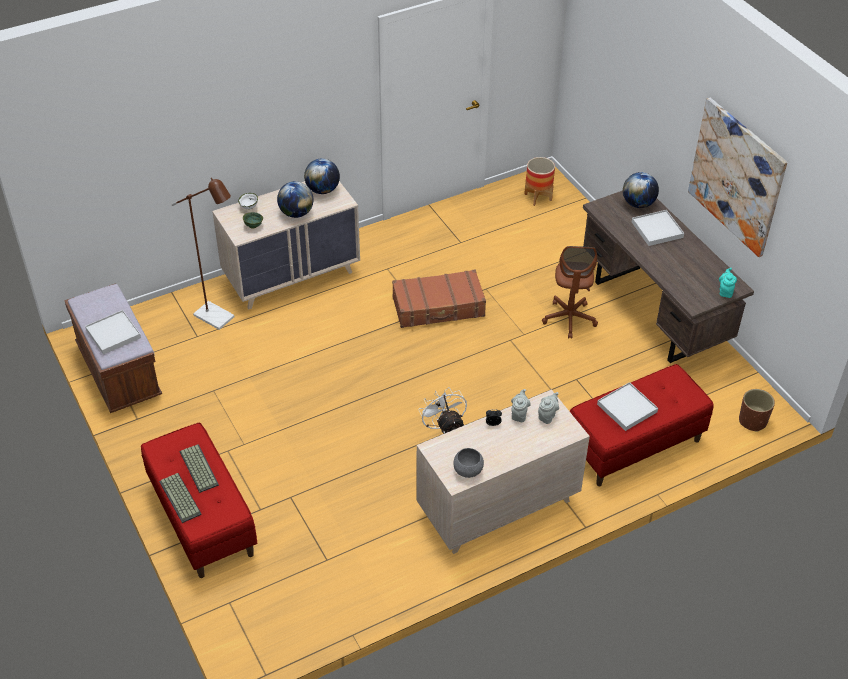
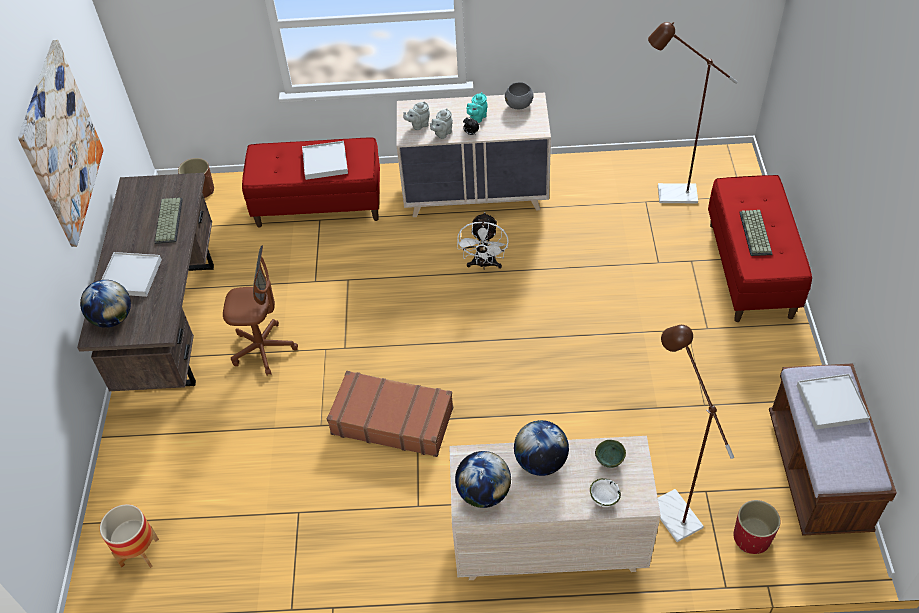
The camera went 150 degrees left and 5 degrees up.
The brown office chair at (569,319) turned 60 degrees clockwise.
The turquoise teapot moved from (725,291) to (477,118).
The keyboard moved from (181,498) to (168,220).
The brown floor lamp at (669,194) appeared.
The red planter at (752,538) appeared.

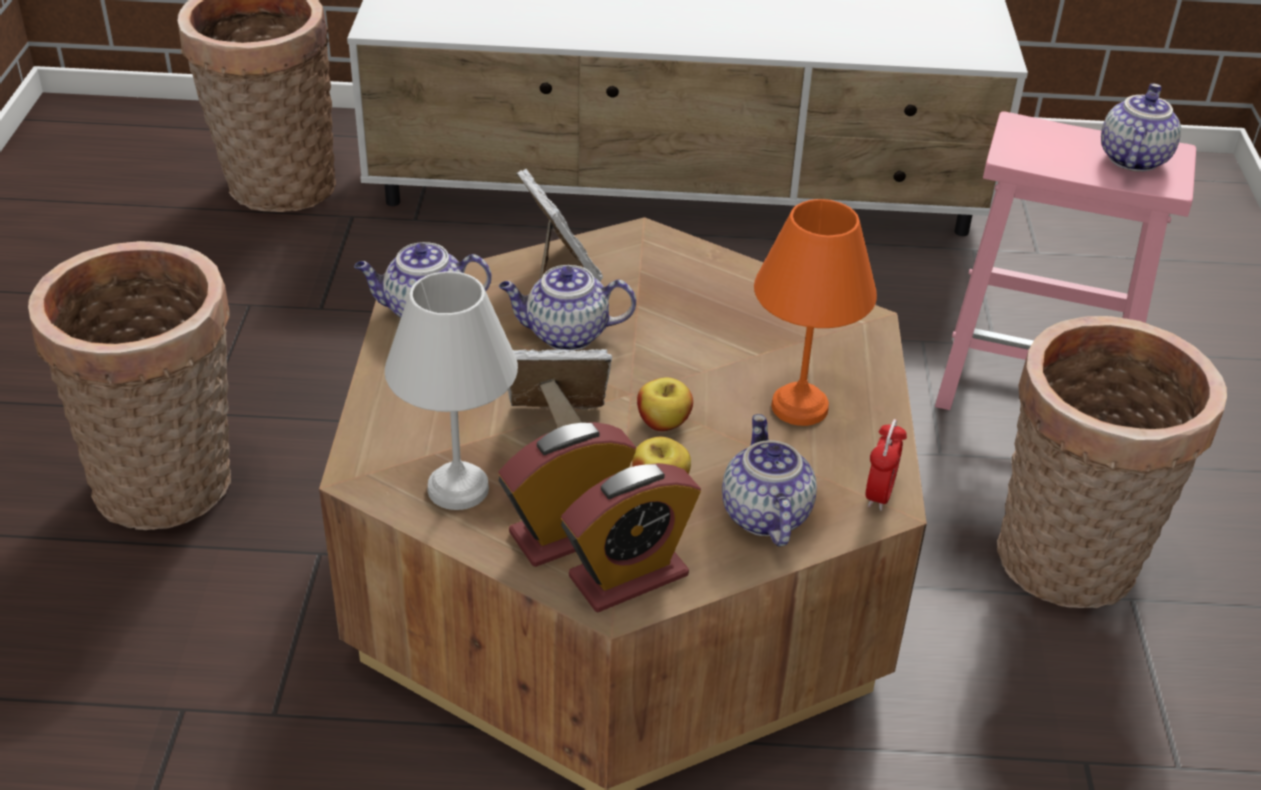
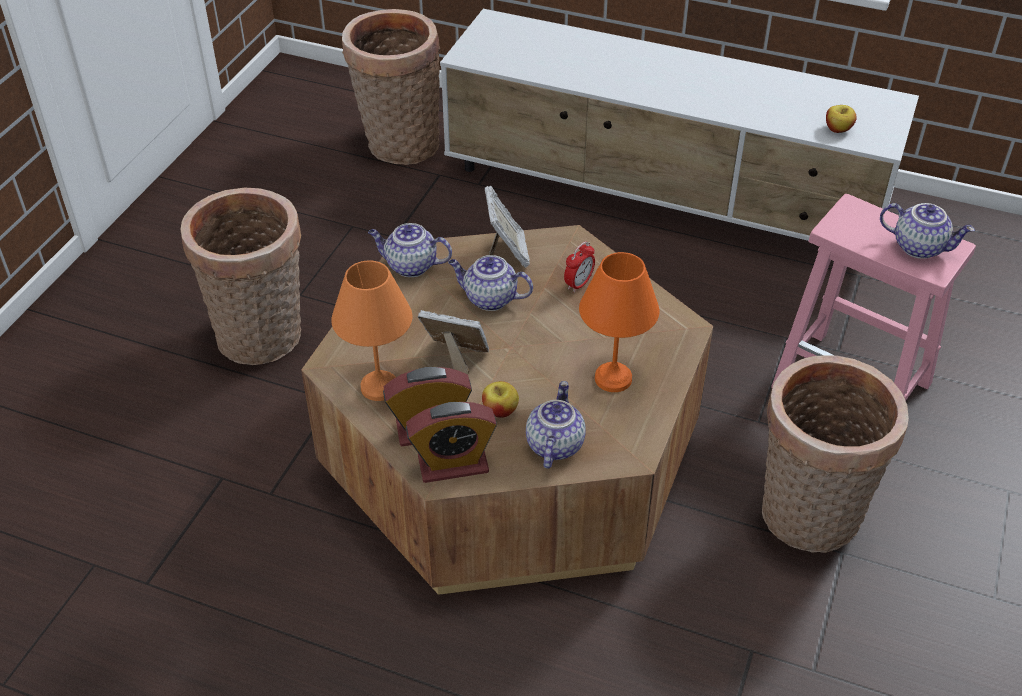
The camera went 20 degrees right and 5 degrees up.
The teapot at (1131,158) turned 75 degrees clockwise.
The white table lamp at (461,488) became the orange table lamp at (381,387).
The apple moved from (663,422) to (838,129).
The alarm clock moved from (879,494) to (578,284).

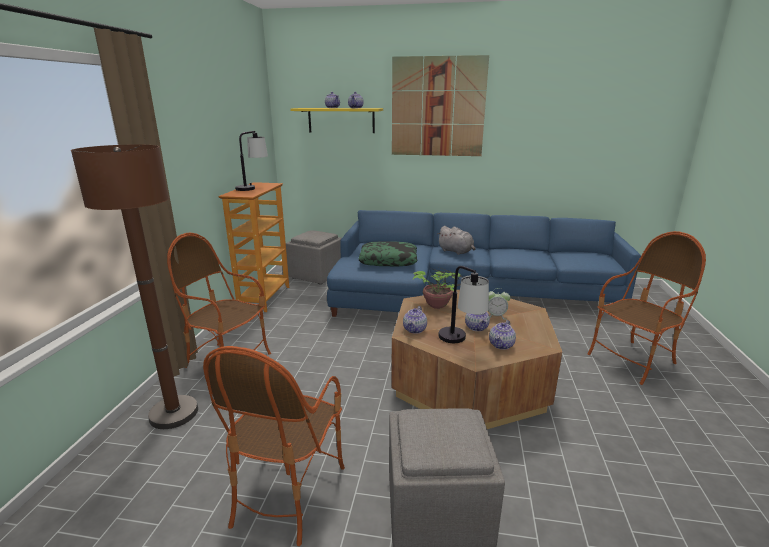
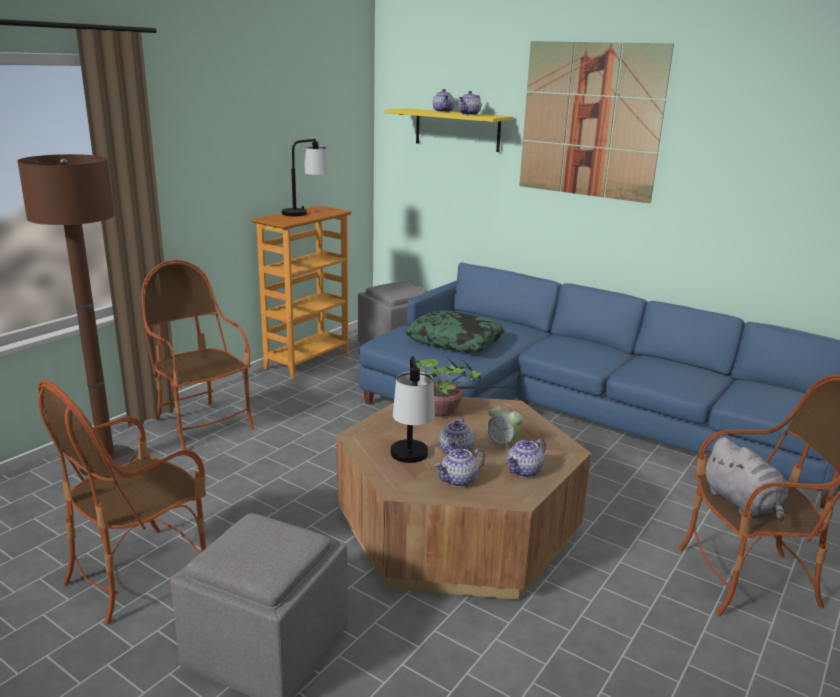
The camera went 25 degrees right and 0 degrees up.
The grey plush toy moved from (456,251) to (743,504).
The teapot moved from (415,329) to (524,471).

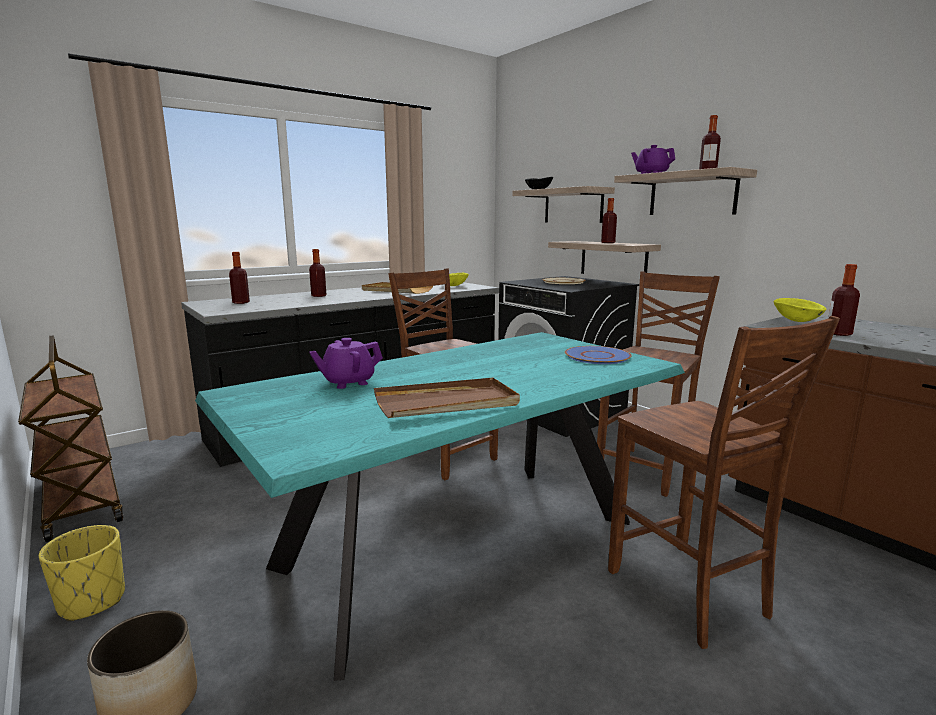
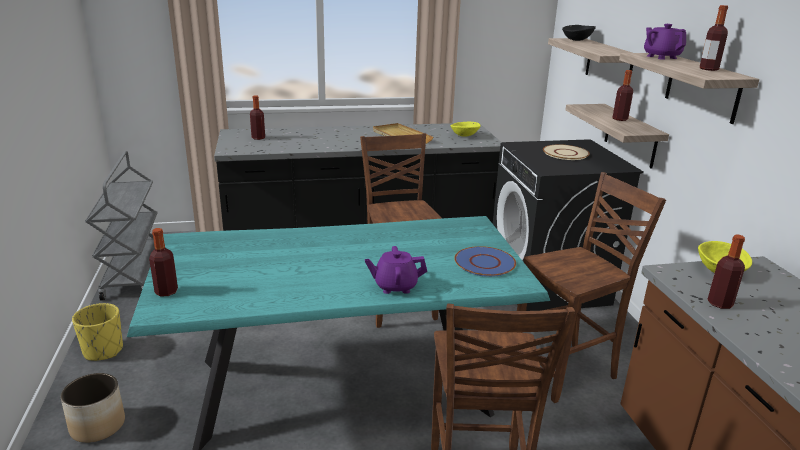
The camera went 25 degrees right and 10 degrees up.
The bottle moved from (318,296) to (166,292).
The brown cart at (80,500) became the grey cart at (133,273).
The purple teapot moved from (348,382) to (395,286).
The brown tray at (447,403) disappeared.

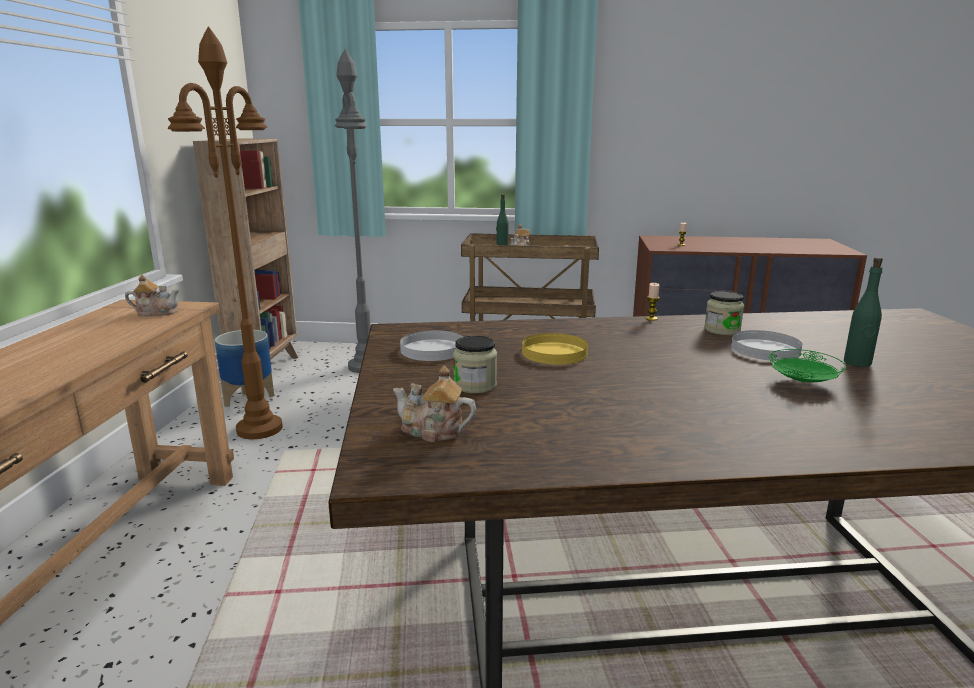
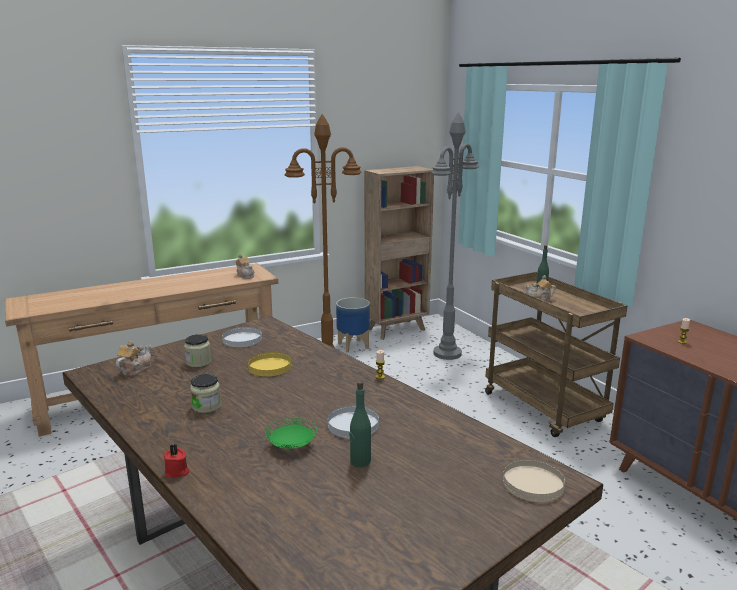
The camera went 55 degrees right and 0 degrees up.
The jar moved from (722,330) to (206,406).
The teapot at (433,431) turned 45 degrees clockwise.
The red candle at (177,472) appeared.
The beige plate at (532,483) appeared.

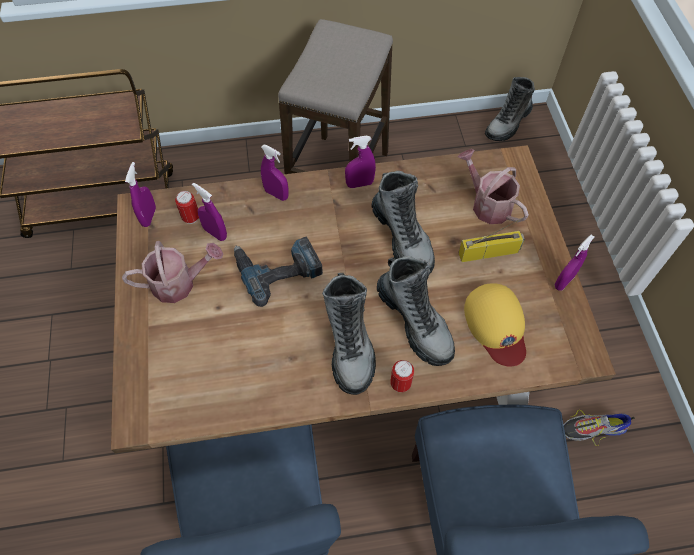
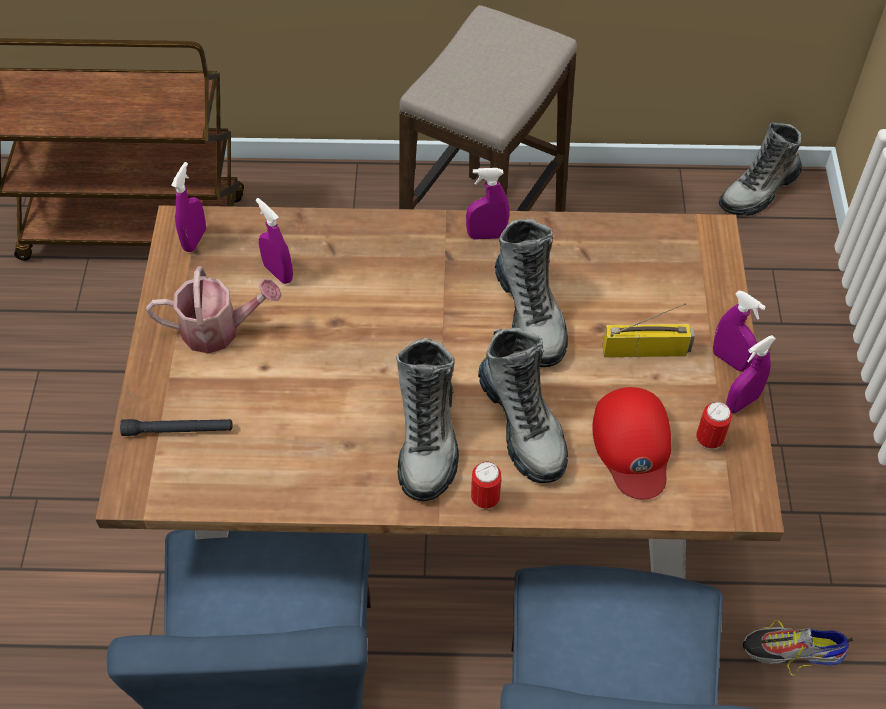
The camera went 10 degrees right and 5 degrees down.
The purple spray bottle moved from (276,194) to (729,360).
The watering can at (487,204) disappeared.
The can moved from (191,217) to (709,439).
The power drill at (277,268) disappeared.
The yellow cap at (496,325) became the red cap at (633,445).
The black flashlight at (178,430) appeared.

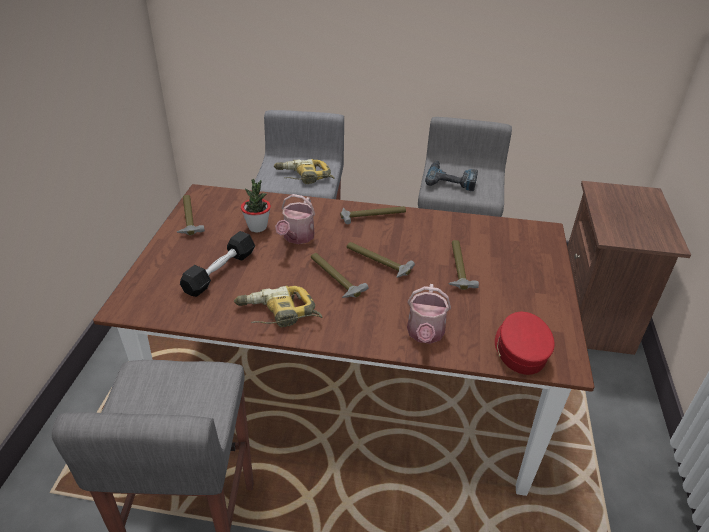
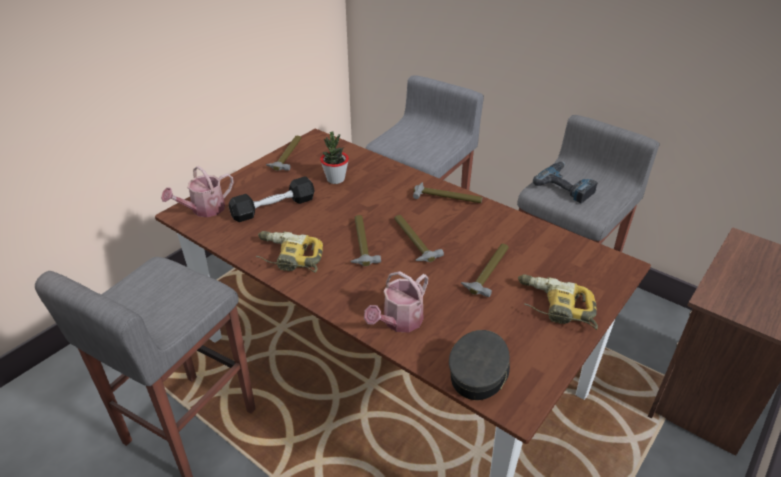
The camera went 30 degrees right and 0 degrees up.
The power drill moved from (303,177) to (554,307).
The watering can moved from (297,237) to (204,210).
The red cap at (519,350) became the grey cap at (479,372).

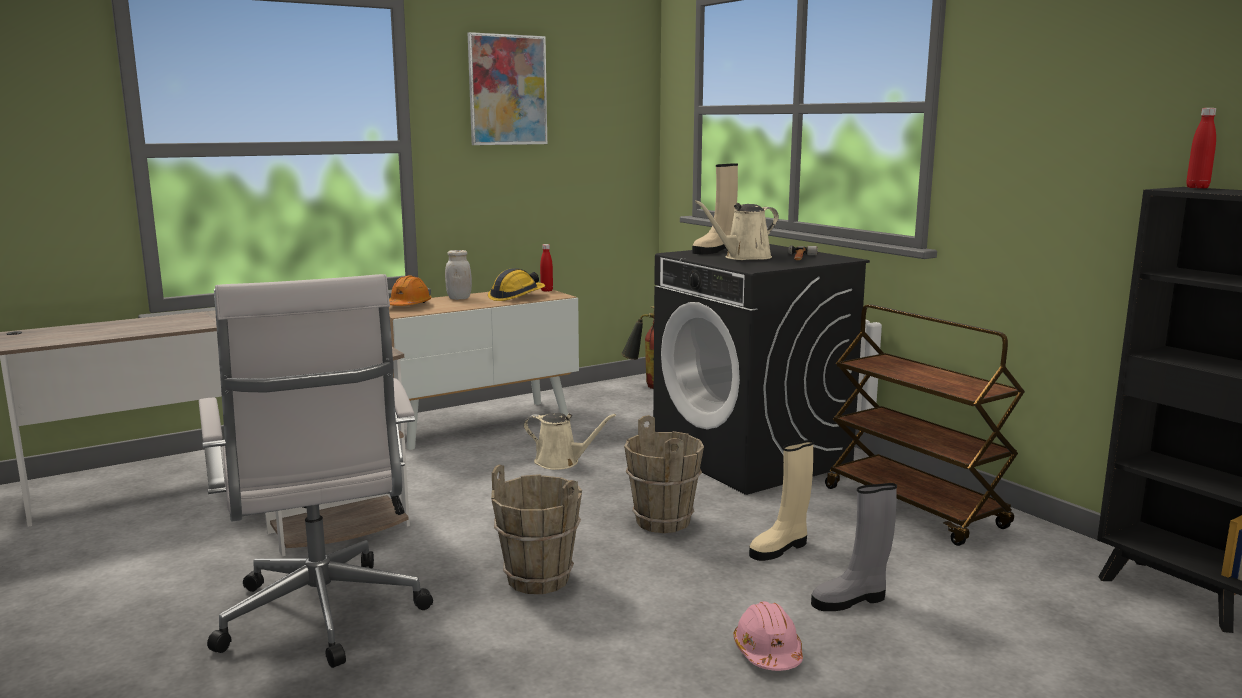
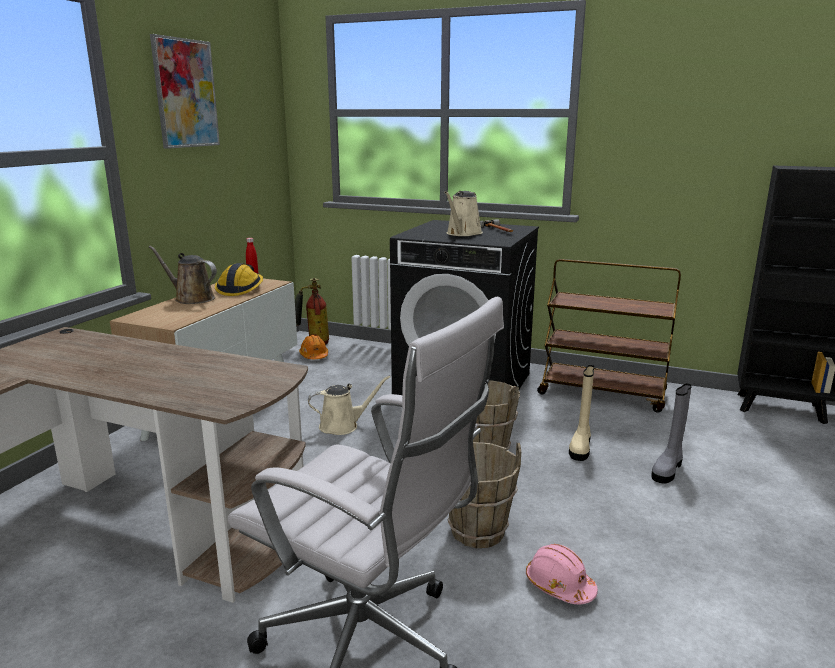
The camera went 35 degrees left and 5 degrees up.
The red bottle at (1197,187) disappeared.
The beige boot at (715,251) disappeared.
The white jar at (459,298) was replaced by the brown watering can at (191,298).
The orange hard hat moved from (409,305) to (314,356).
The pink hard hat moved from (767,652) to (559,585).

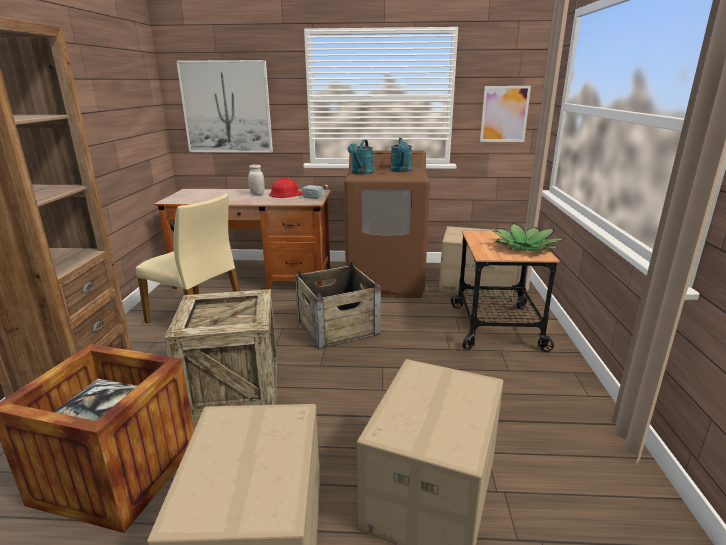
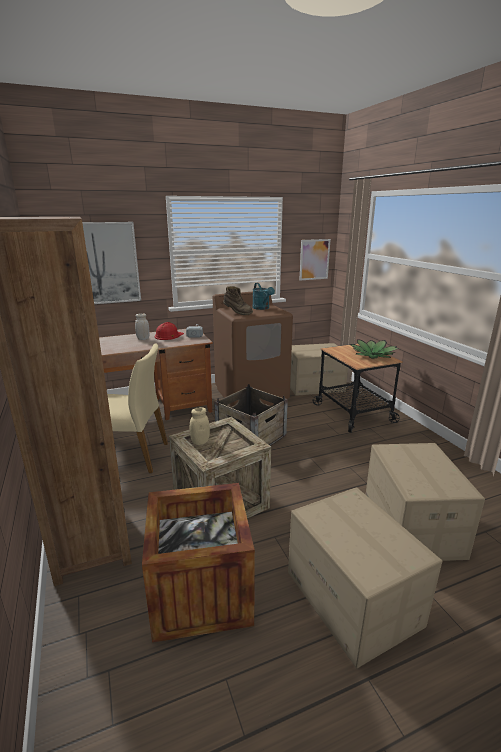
The camera went 25 degrees left and 0 degrees up.
The turquoise watering can at (361,173) was replaced by the brown boot at (237,313).
The beige jar at (200,442) appeared.

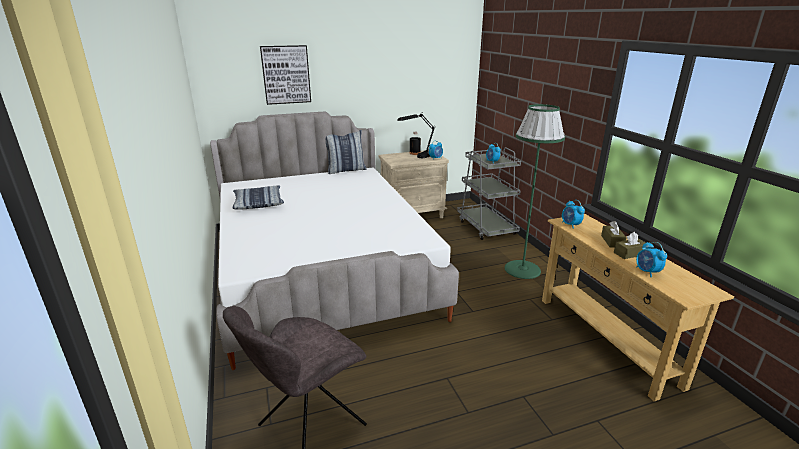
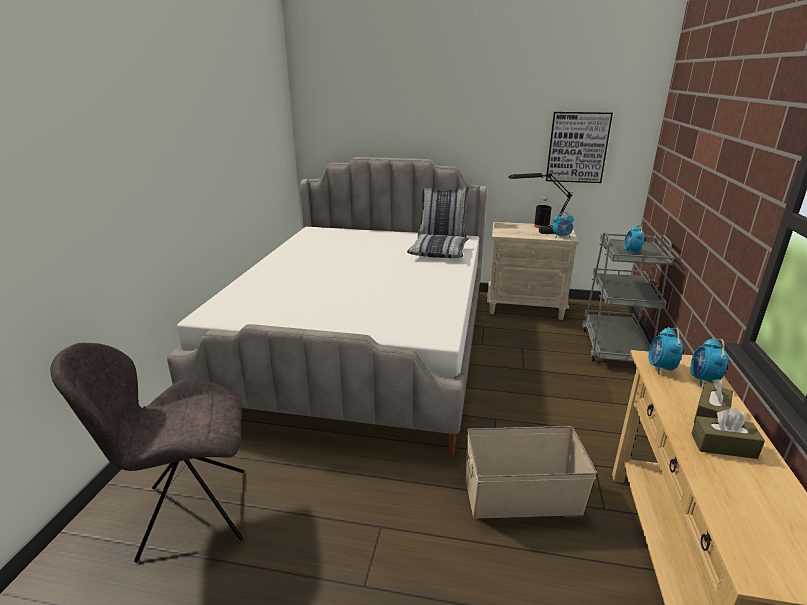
The camera went 30 degrees right and 0 degrees up.
The picture moved from (286,74) to (577,147).
The green floor lamp at (522,269) disappeared.
The pillow moved from (258,203) to (438,253).
The alarm clock moved from (647,272) to (703,380).
The beige storage box at (523,497) appeared.

